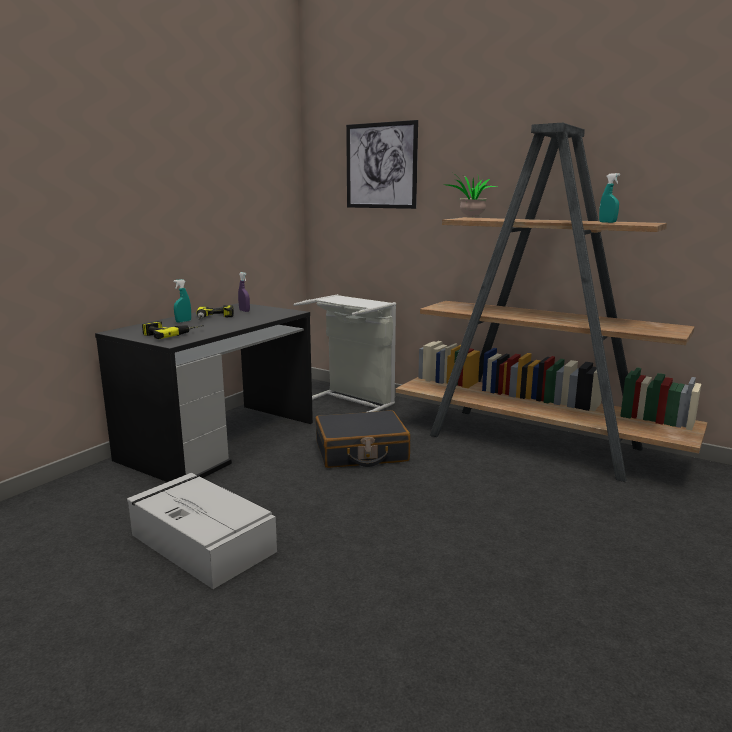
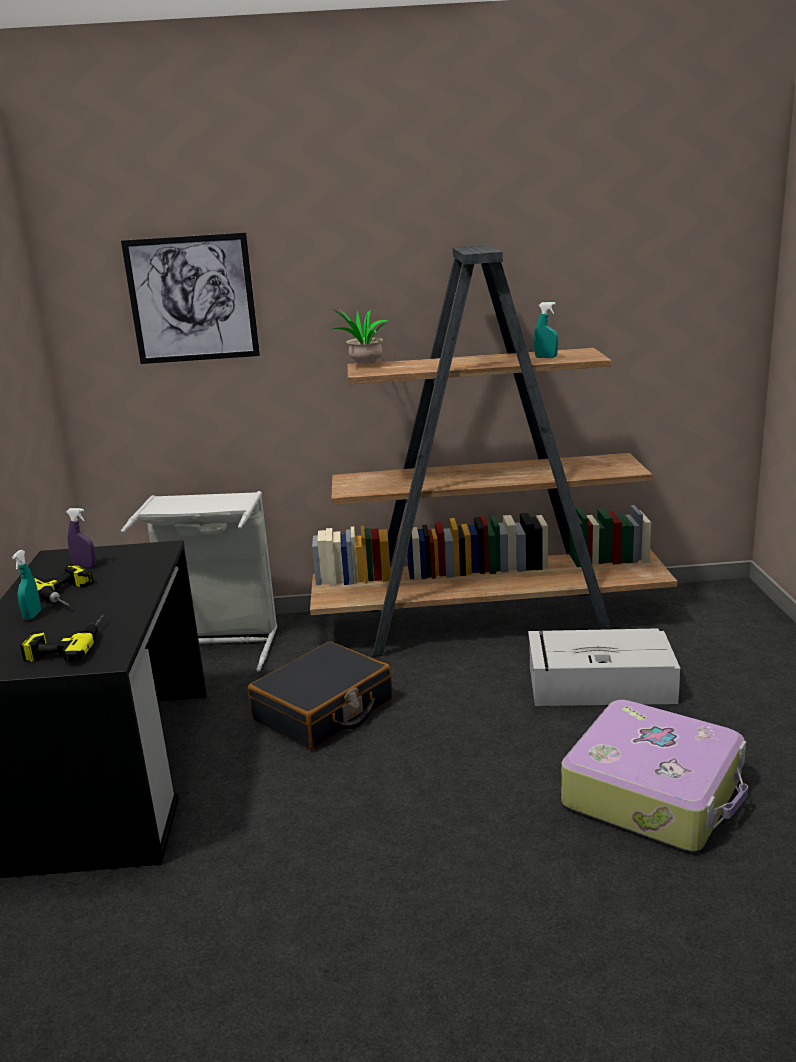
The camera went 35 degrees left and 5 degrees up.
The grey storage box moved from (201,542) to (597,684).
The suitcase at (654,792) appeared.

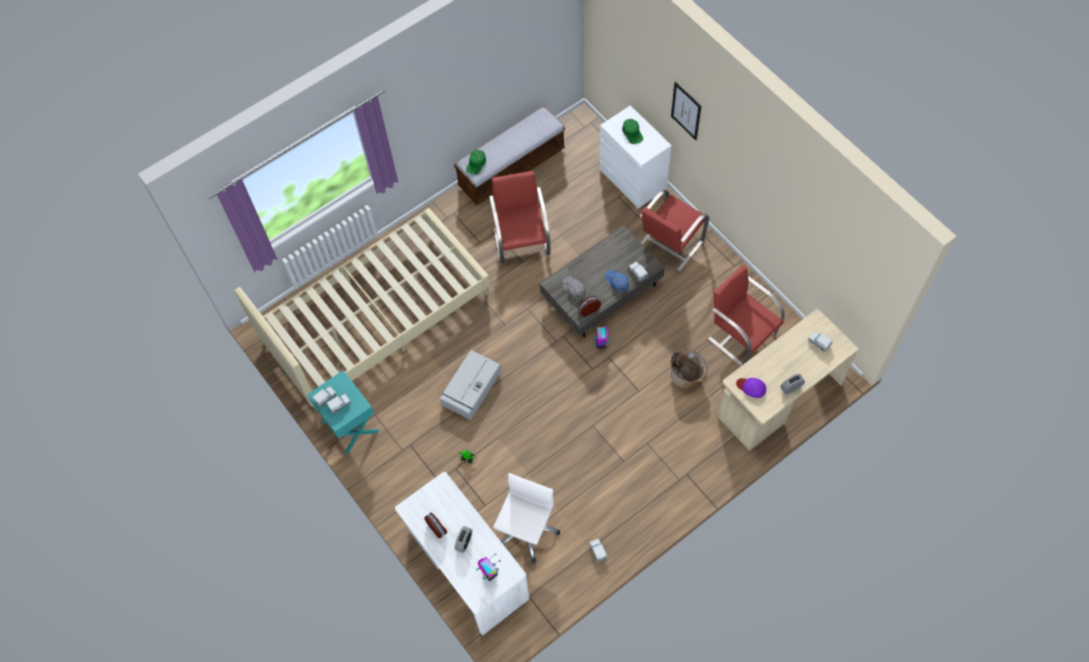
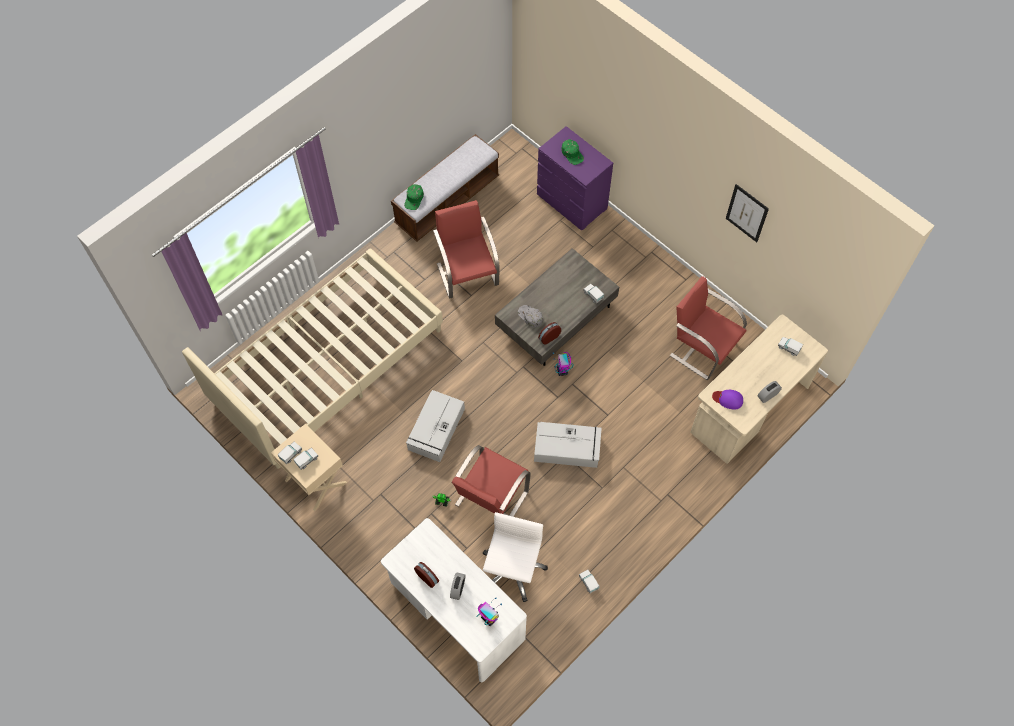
The camera went 10 degrees left and 0 degrees up.
The picture moved from (686,111) to (747,213).
The white dresser at (633,180) became the purple dresser at (572,202).
The red chair moved from (670,244) to (490,499).
The blue cap at (616,281) disappeared.
The basket at (687,377) disappeared.
The turquoise nightstand at (350,427) became the beige nightstand at (315,482).
The grey storage box at (568,448) appeared.

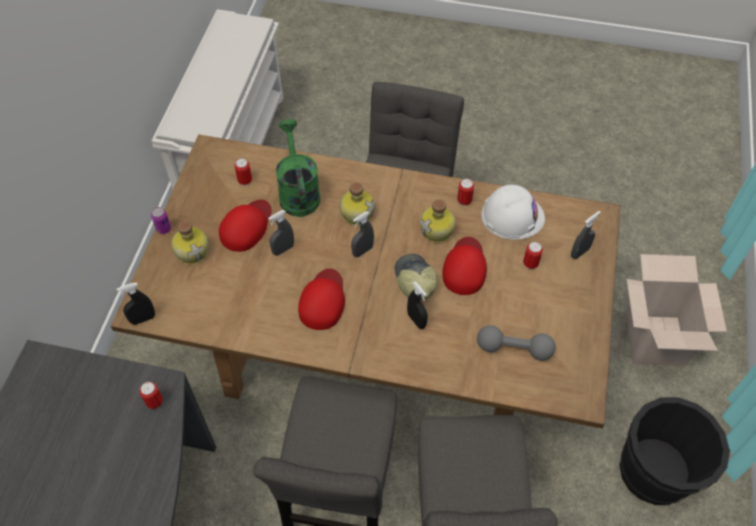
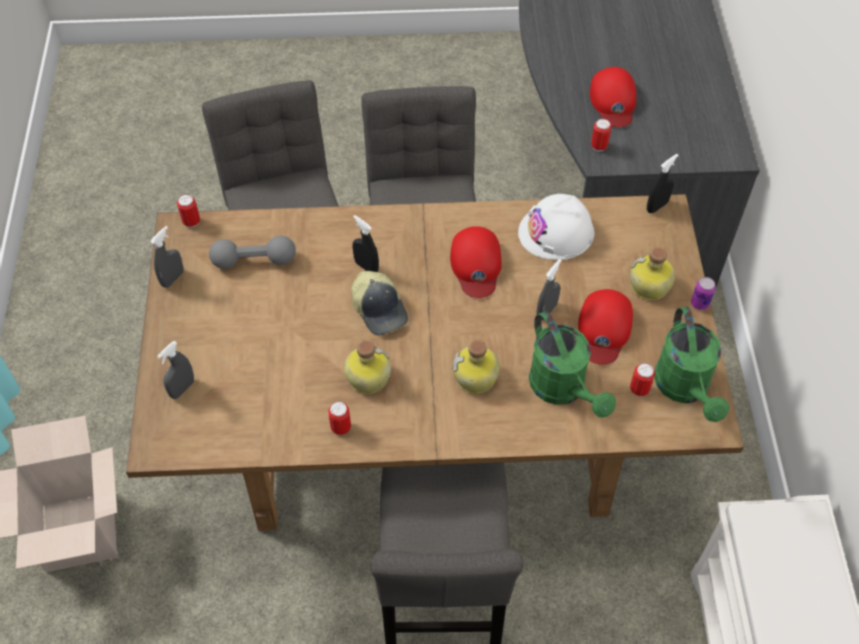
The camera went 165 degrees right and 0 degrees up.
The white hard hat moved from (512,216) to (556,232).
The grey spray bottle moved from (362,251) to (172,278).
The red cap moved from (465,267) to (613,101).
The can moved from (530,264) to (191,222).
The black bucket at (655,472) disappeared.
The green watering can at (685,389) appeared.

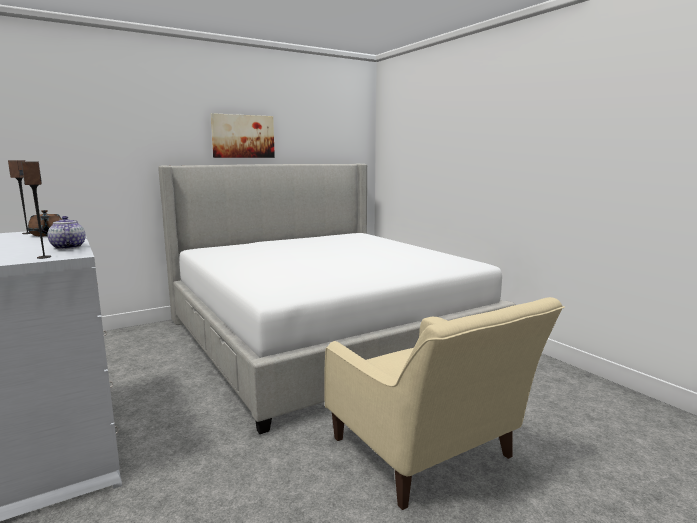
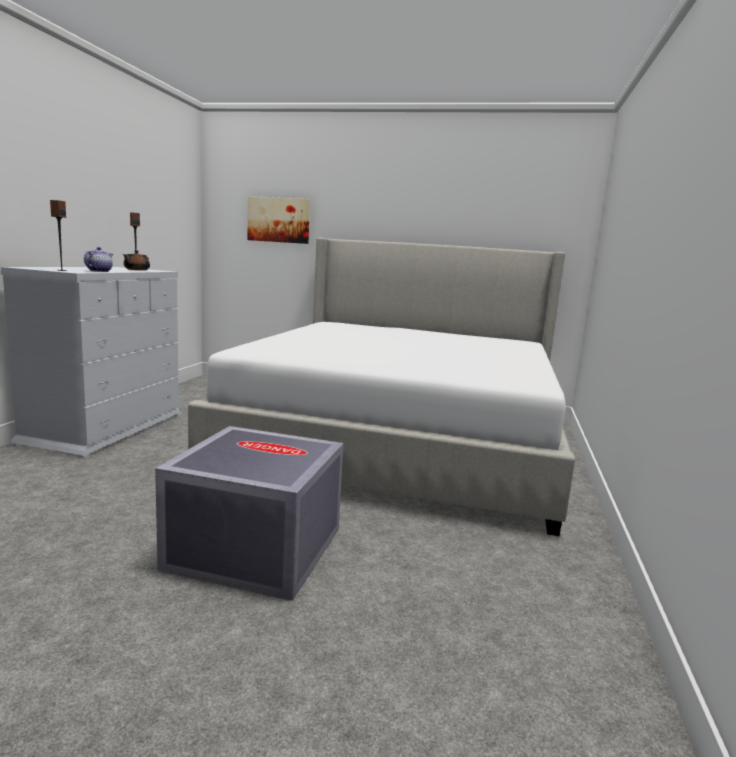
The camera went 45 degrees right and 0 degrees up.
The picture moved from (243,136) to (279,220).
The beige armchair at (428,454) was replaced by the grey storage box at (253,549).

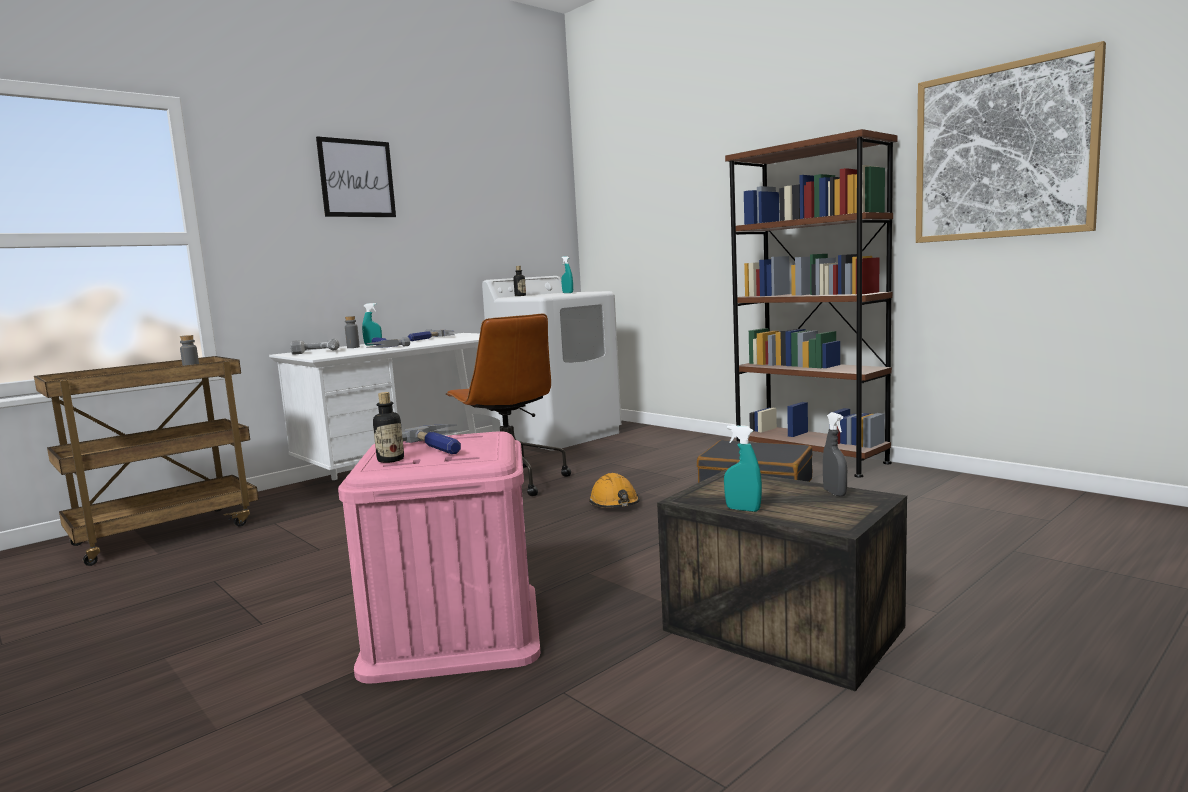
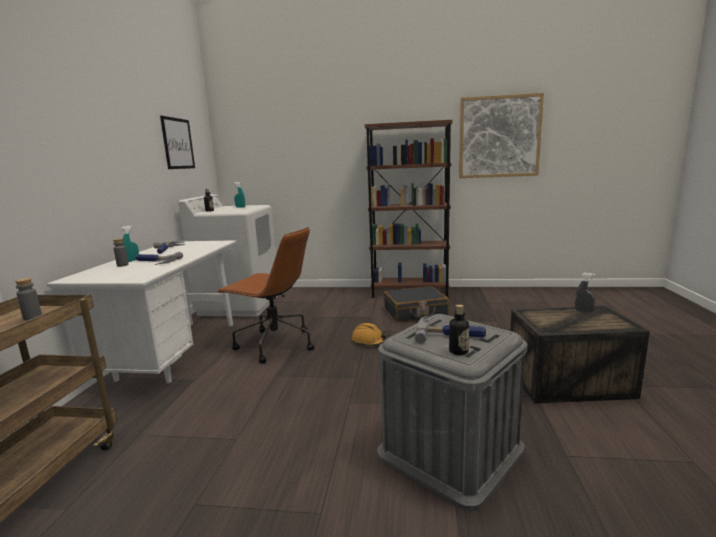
The camera went 40 degrees left and 5 degrees up.
The picture moved from (357,178) to (178,143).
The power drill at (316,352) disappeared.
The turquoise spray bottle at (743,509) disappeared.
The pink storage box at (453,630) became the grey storage box at (450,451).

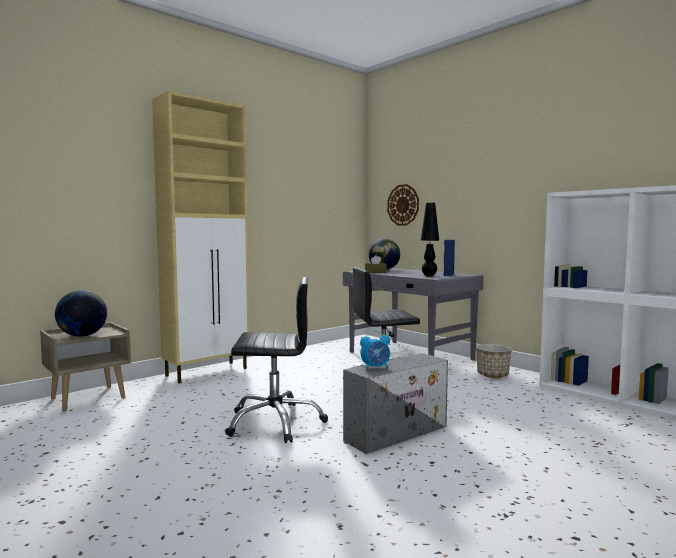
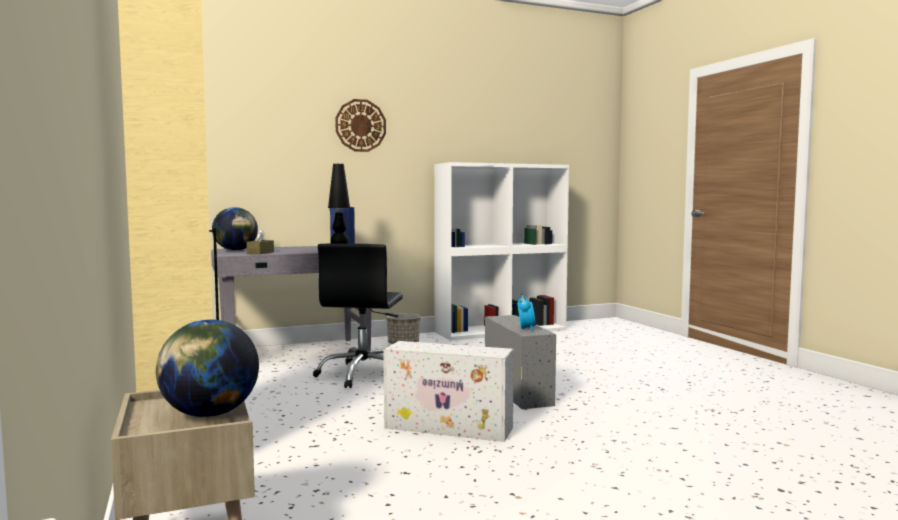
The camera went 70 degrees left and 0 degrees up.
The wall clock moved from (403,205) to (360,125).
The black office chair at (275,422) was replaced by the white storage box at (450,428).

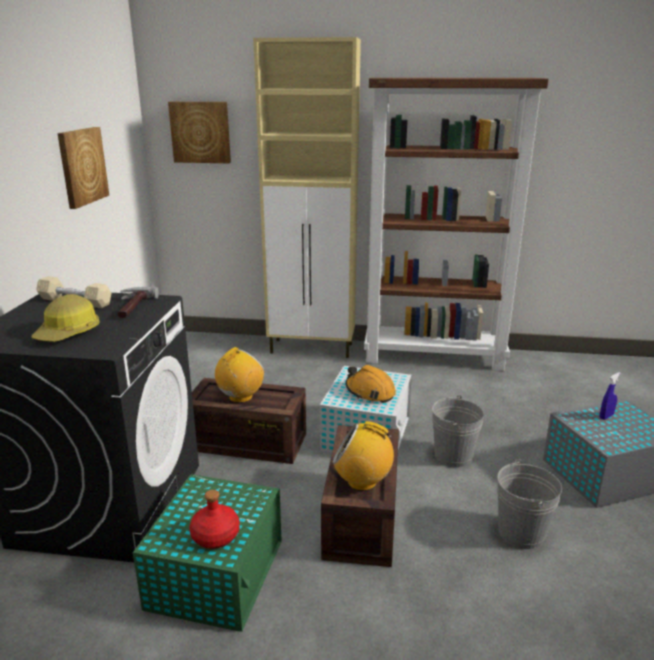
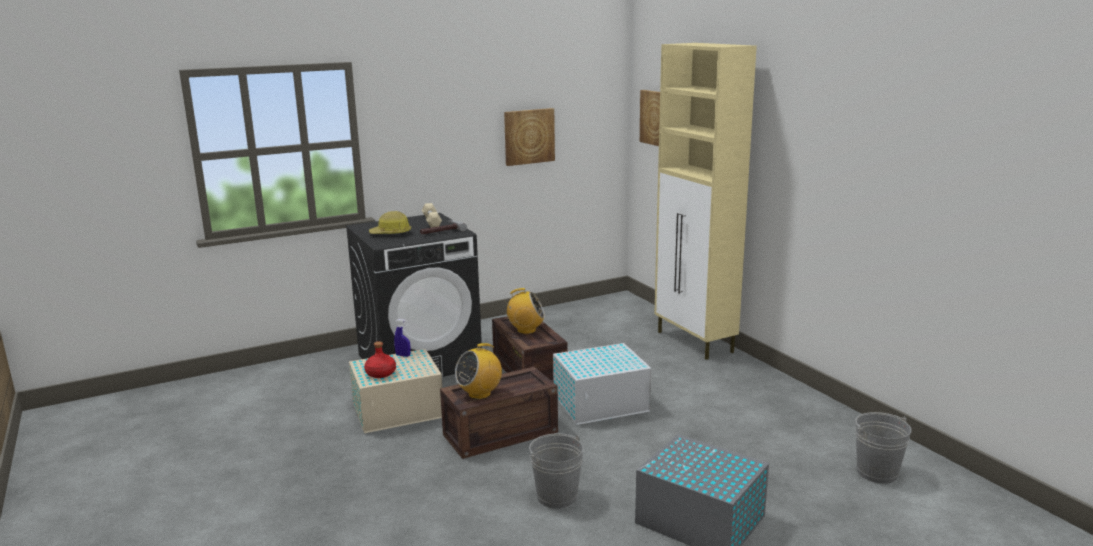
The camera went 55 degrees right and 5 degrees down.
The brown bookcase at (434,356) disappeared.
The orange hard hat at (370,392) disappeared.
The blue spray bottle moved from (606,416) to (403,355).
The grey bucket moved from (453,455) to (877,472).
The radio at (362,481) turned 105 degrees counterclockwise.
The green storage box at (217,572) became the beige storage box at (399,410).

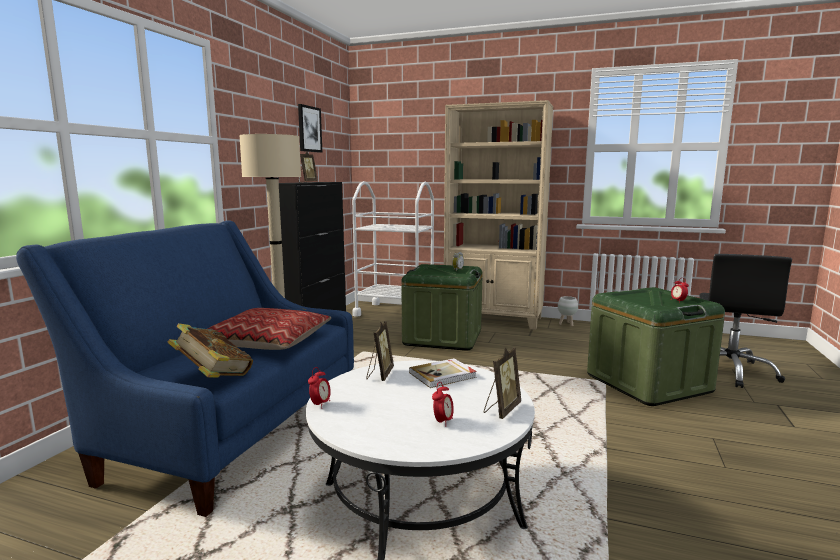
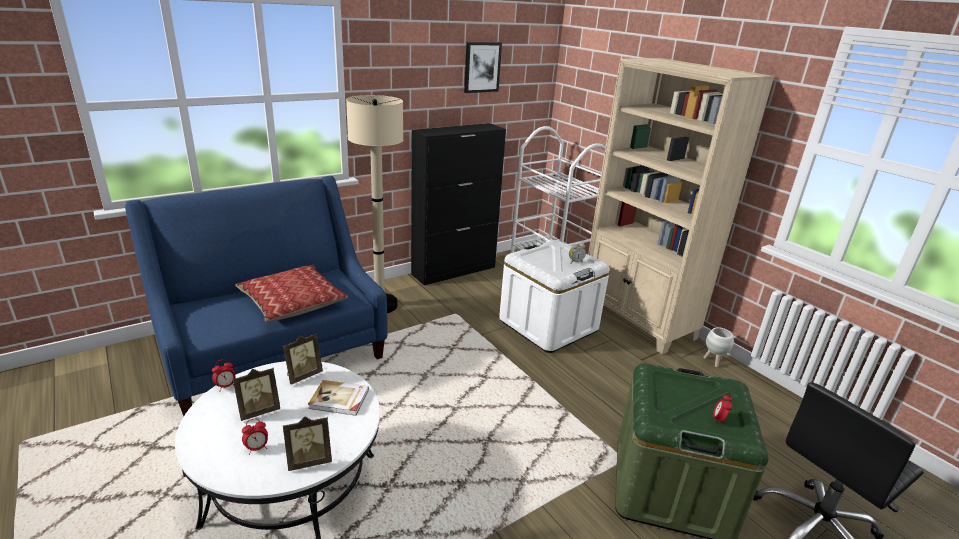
The camera went 35 degrees right and 15 degrees up.
The picture frame moved from (307,182) to (259,411).
The green storage box at (442,337) became the white storage box at (548,325).
The book at (213,377) disappeared.

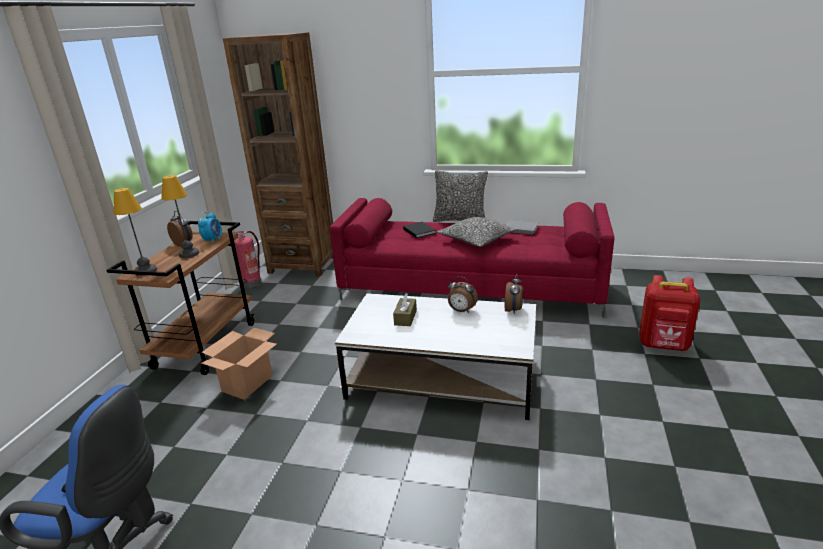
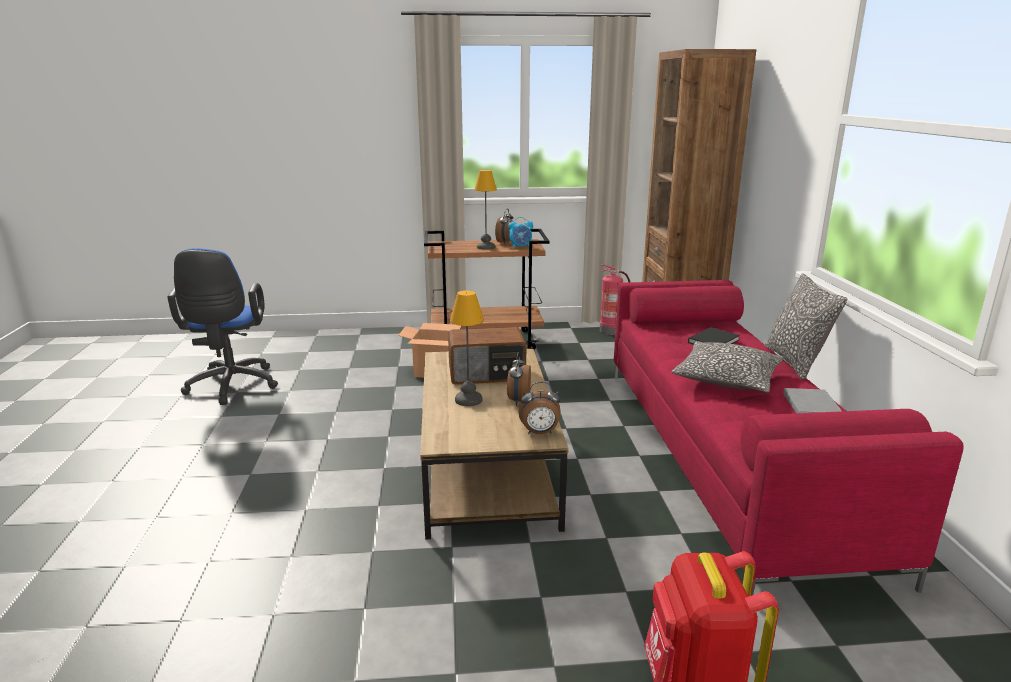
The camera went 70 degrees right and 5 degrees down.
The table lamp moved from (145,271) to (468,399).
The white coffee table at (443,378) became the brown coffee table at (487,468).
The brown tissue box at (405,317) was replaced by the radio at (487,374).

